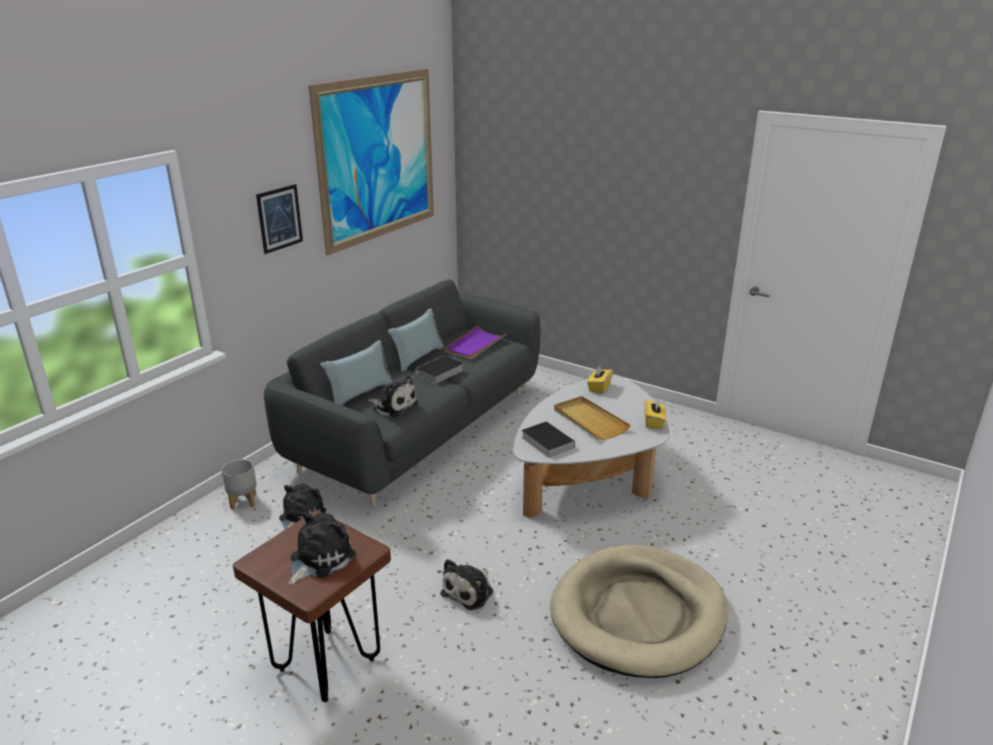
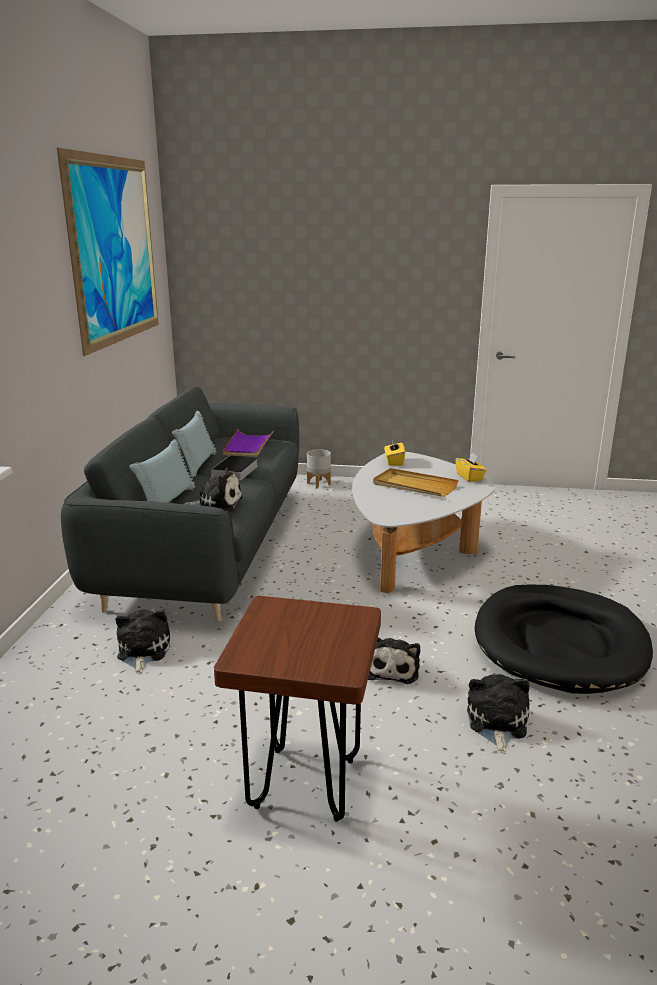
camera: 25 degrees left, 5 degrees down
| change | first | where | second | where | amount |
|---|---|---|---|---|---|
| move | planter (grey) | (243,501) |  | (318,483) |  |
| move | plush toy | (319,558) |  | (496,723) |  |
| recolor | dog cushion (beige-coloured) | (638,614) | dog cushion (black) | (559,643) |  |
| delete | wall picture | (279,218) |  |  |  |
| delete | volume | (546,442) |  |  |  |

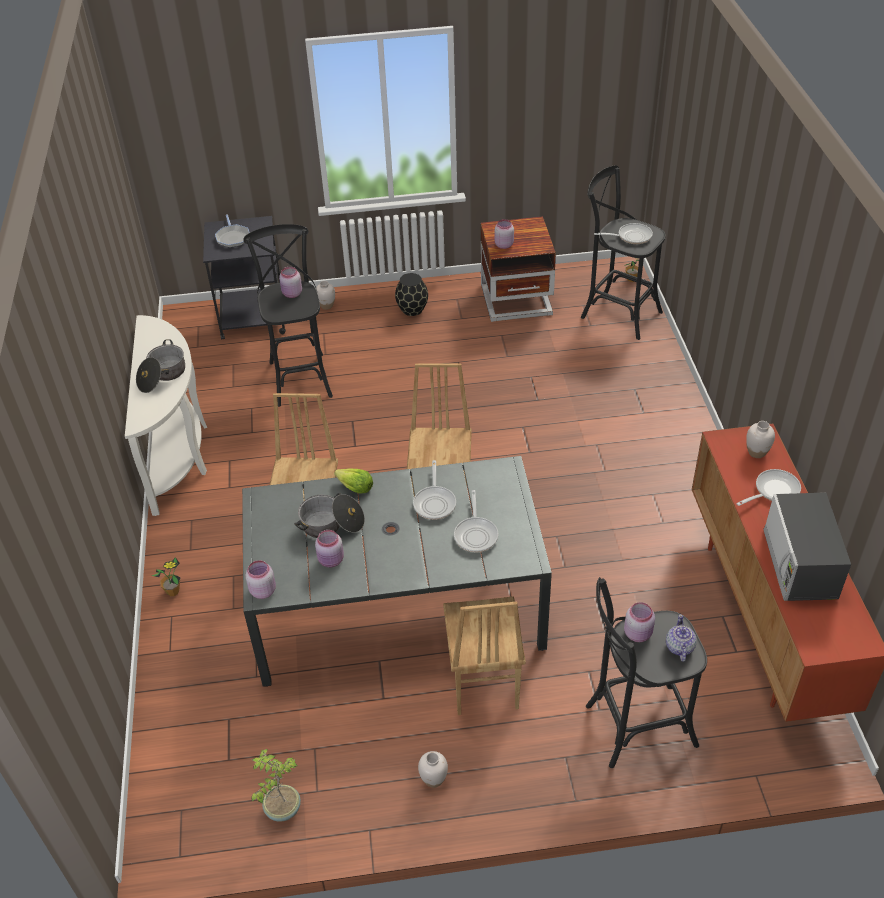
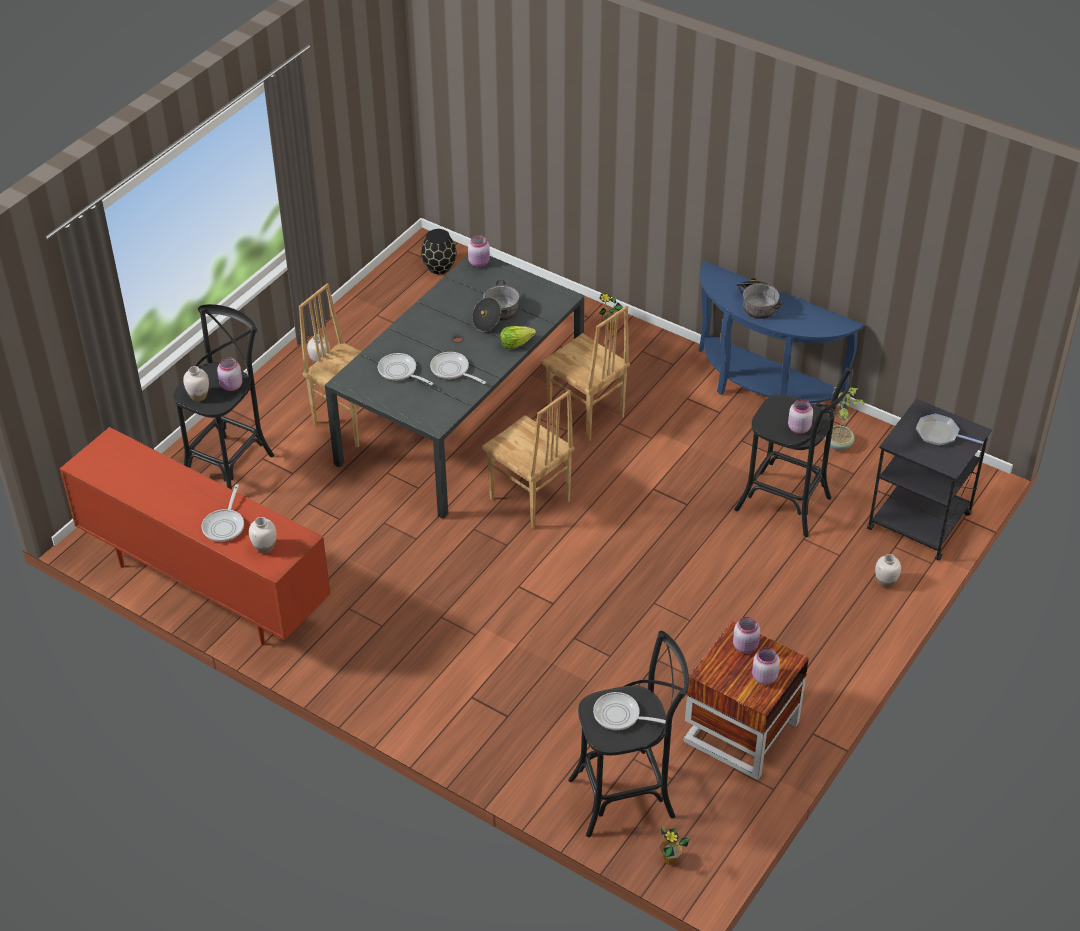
camera: 130 degrees right, 0 degrees up
| change | first | where | second | where | amount |
|---|---|---|---|---|---|
| replace | tea pot | (679,647) | flower vase (whitish) | (198,396) |  |
| move | flower vase (black) | (412,309) |  | (439,267) |  |
| rotate | frying pan | (631,237) |  | (620,716) | 75 degrees clockwise |
| recolor | hall table (whitish) | (179,453) | hall table (bluish) | (761,391) |  |
| move | jar (pinkish) | (331,560) |  | (763,677) |  |
| move | plant in a pot | (282,808) |  | (839,444) |  |
| delete | kitchen microwave | (800,565) |  |  |  |

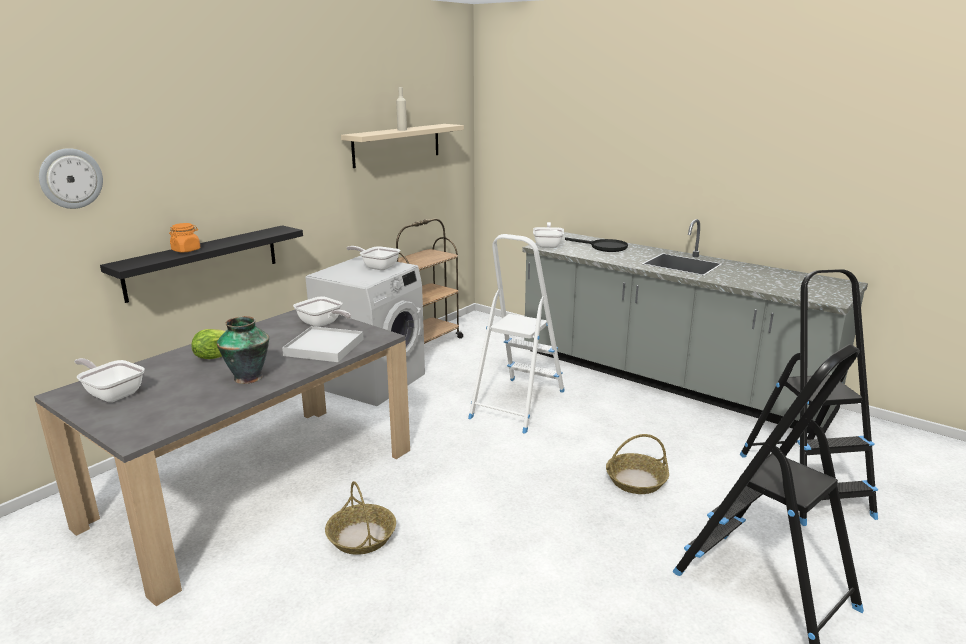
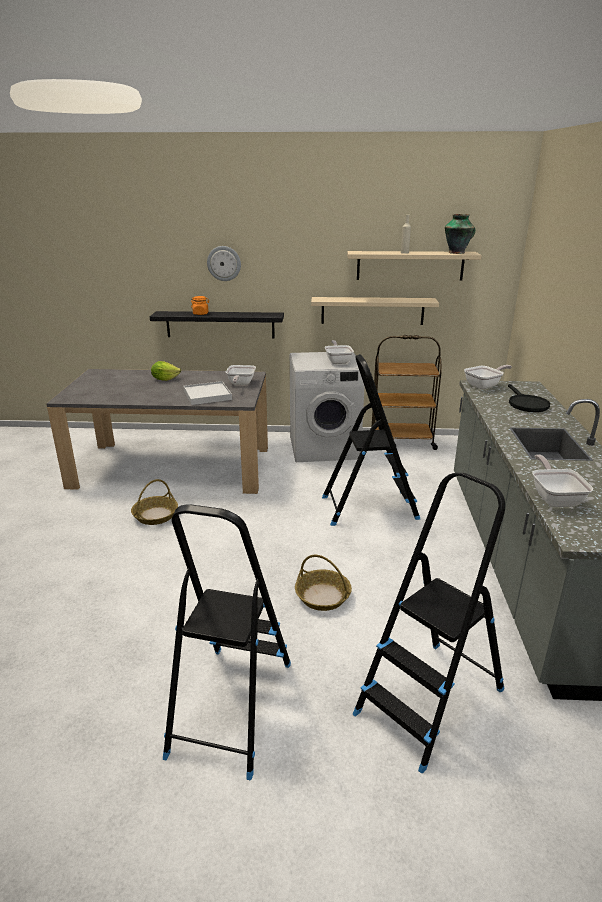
camera: 55 degrees right, 5 degrees up
| change | first | where | second | where | amount |
|---|---|---|---|---|---|
| move | hanging clock | (70,178) |  | (224,263) |  |
| insert |  |  | wall shelf (beige-coloured) | (372,310) |  |
| recolor | step ladder (whitish) | (518,403) | step ladder (black) | (370,507) |  |
| move | flower vase | (249,377) |  | (457,253) |  |
| move | frying pan | (112,393) |  | (554,498) |  |

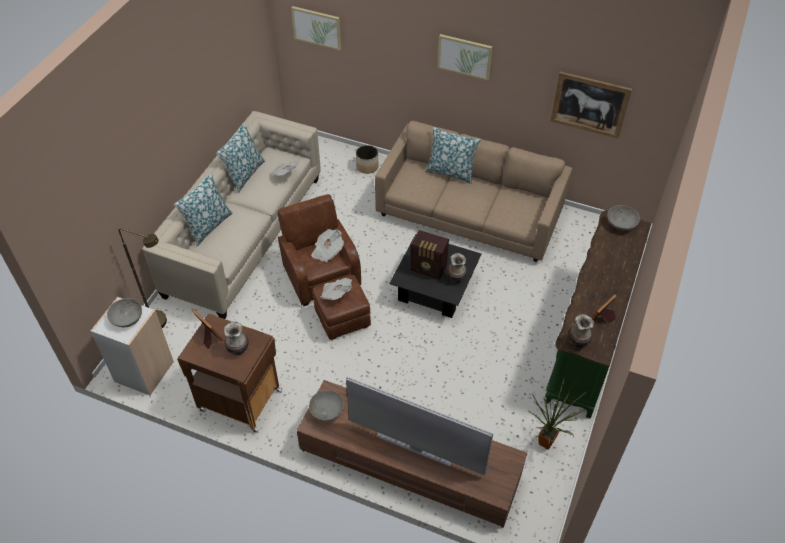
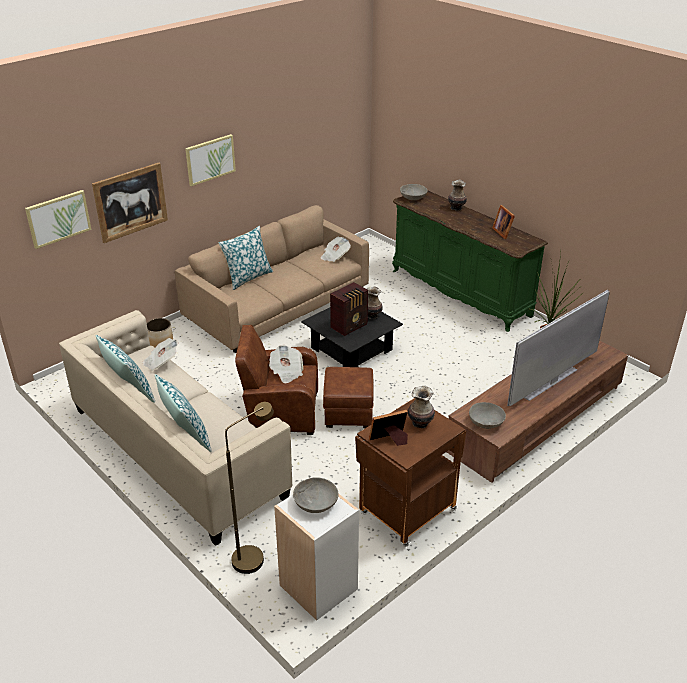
camera: 65 degrees left, 15 degrees down
| change | first | where | second | where | amount |
|---|---|---|---|---|---|
| move | wall picture | (589,104) |  | (130,202) |  |
| move | daily paper | (336,294) |  | (335,256) |  |
| move | flower vase | (578,342) |  | (456,208) |  |

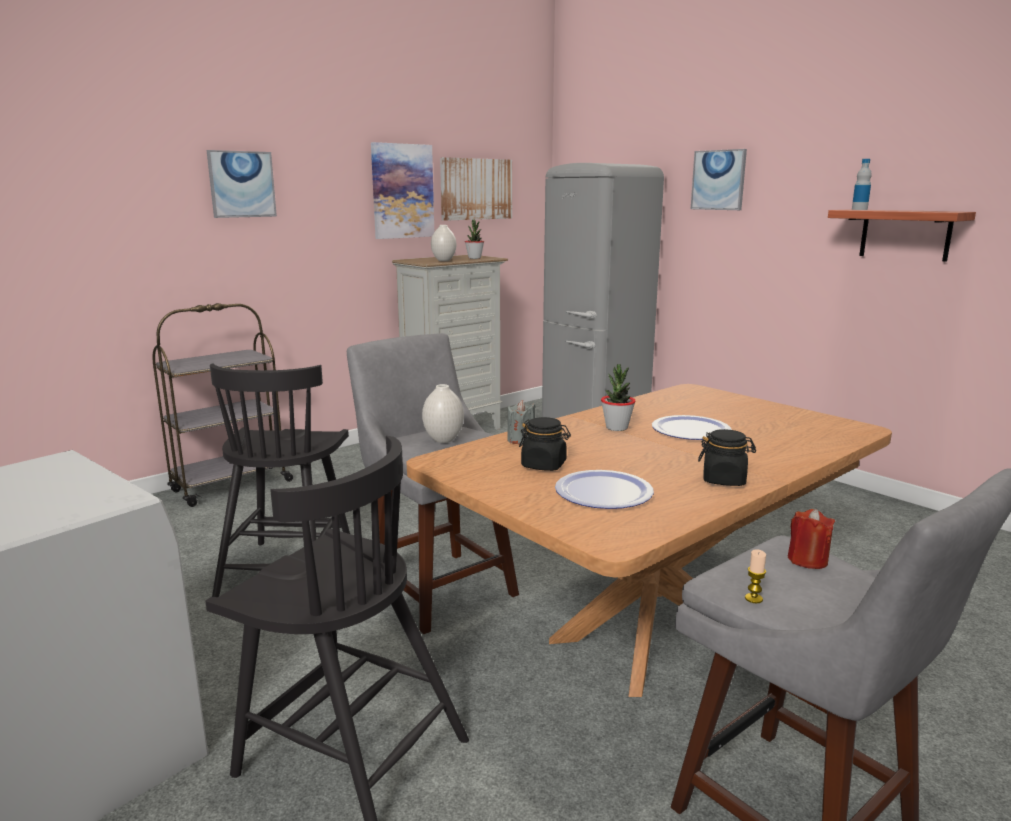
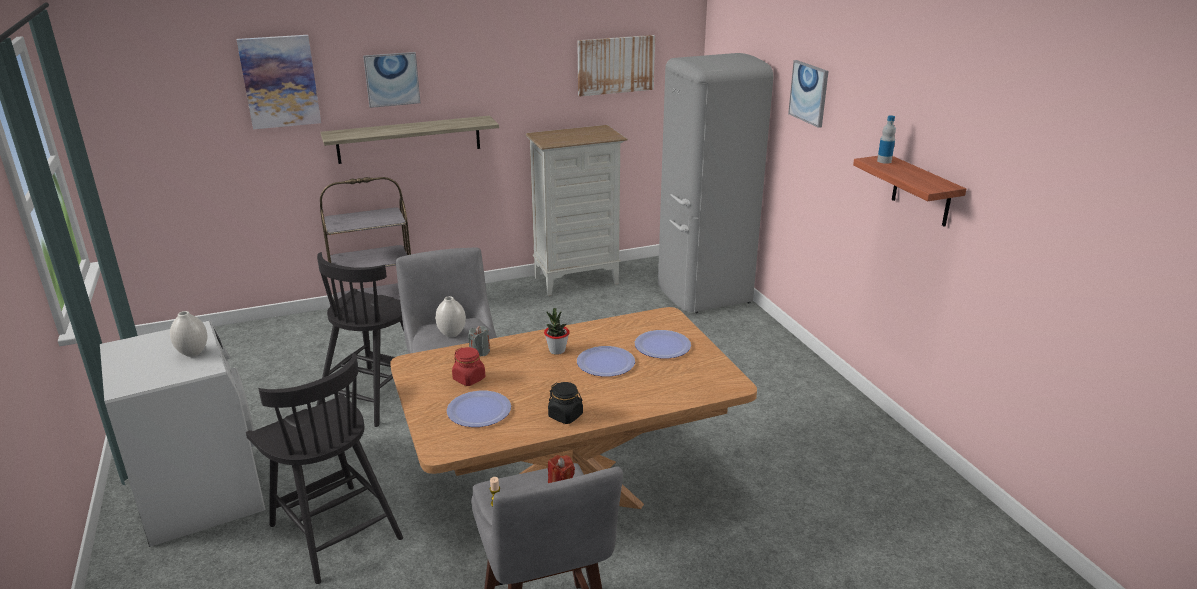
camera: 20 degrees right, 10 degrees up
| change | first | where | second | where | amount |
|---|---|---|---|---|---|
| move | flower vase (whitish) | (443,260) |  | (193,353) |  |
| move | wall picture | (402,191) |  | (280,81) |  |
| insert |  |  | wall shelf | (409,139) |  |
| recolor | jar (black) | (544,465) | jar (red-coloured) | (469,379) |  |
| insert |  |  | dinner plate | (662,346) |  |
| delete | plant in a pot | (474,258) |  |  |  |

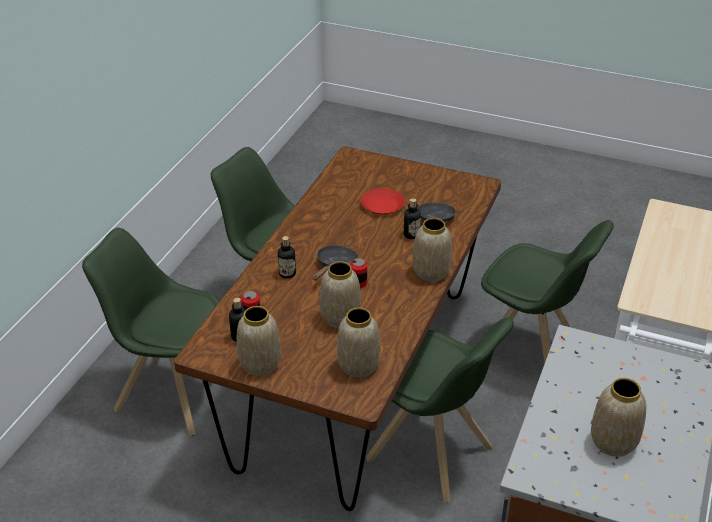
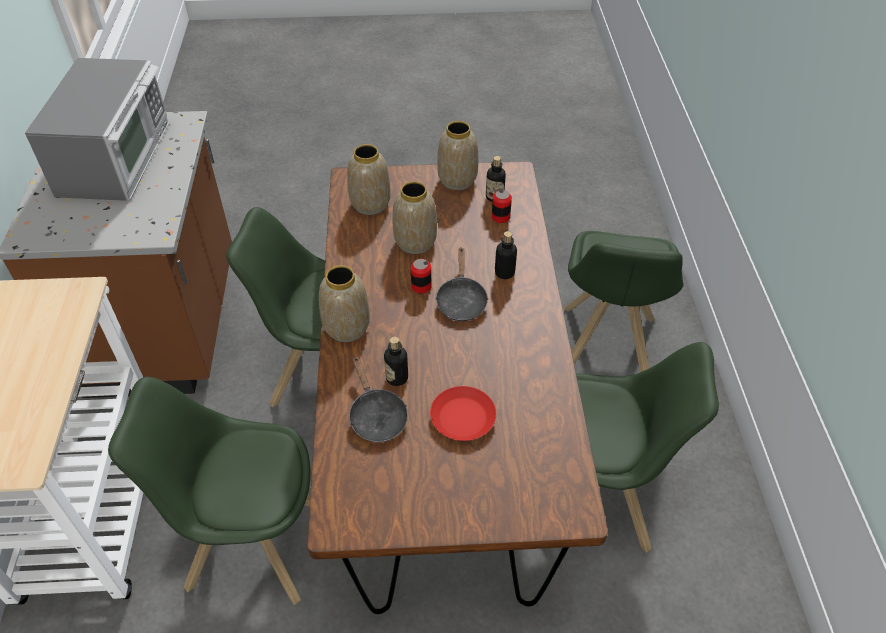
camera: 155 degrees right, 10 degrees up
| change | first | where | second | where | amount |
|---|---|---|---|---|---|
| replace | flower vase | (613,442) | kitchen microwave | (117,158) |  |
| rotate | plain chair (greenish) | (172,394) |  | (607,346) | 105 degrees clockwise |

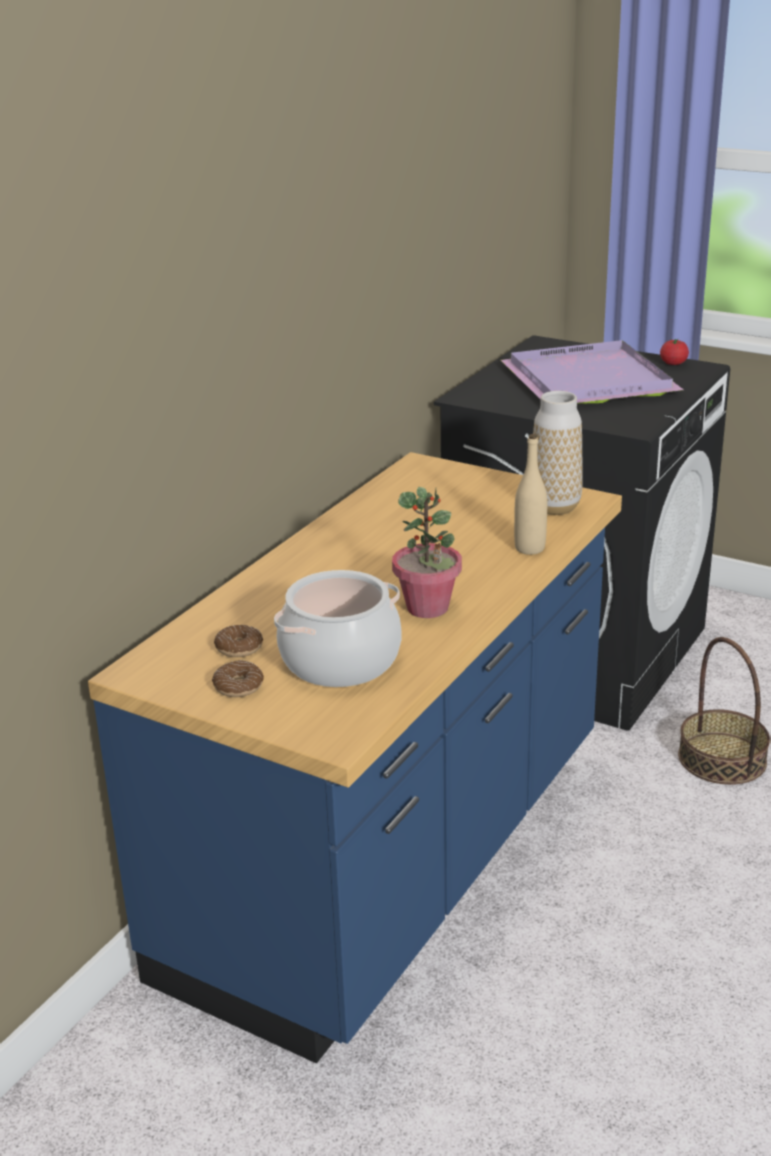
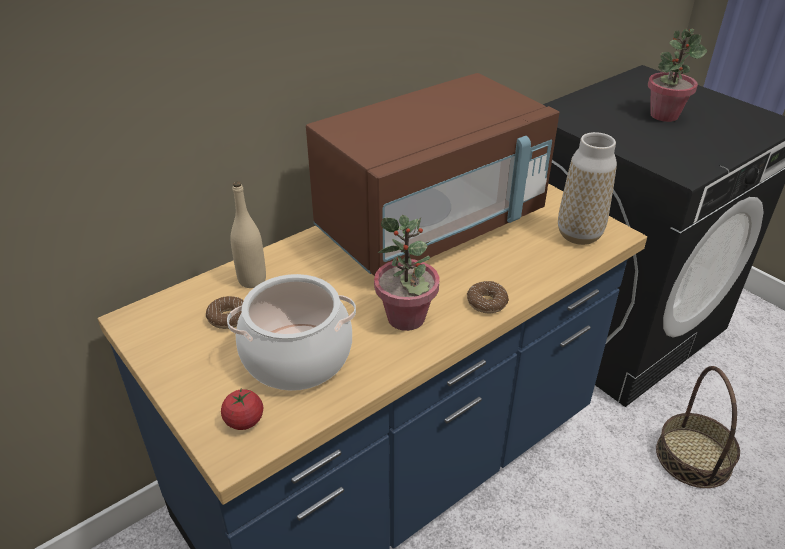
camera: 20 degrees right, 10 degrees up
| change | first | where | second | where | amount |
|---|---|---|---|---|---|
| move | whole tomato | (673,363) |  | (244,420) |  |
| move | bottle (beige-coloured) | (529,548) |  | (252,280) |  |
| insert |  |  | kitchen microwave (brown) | (431,225) |  |
| move | doughnut | (238,686) |  | (486,302) |  |
| replace | serving tray (purple-coloured) | (585,380) | plant in a pot | (664,115) |  |

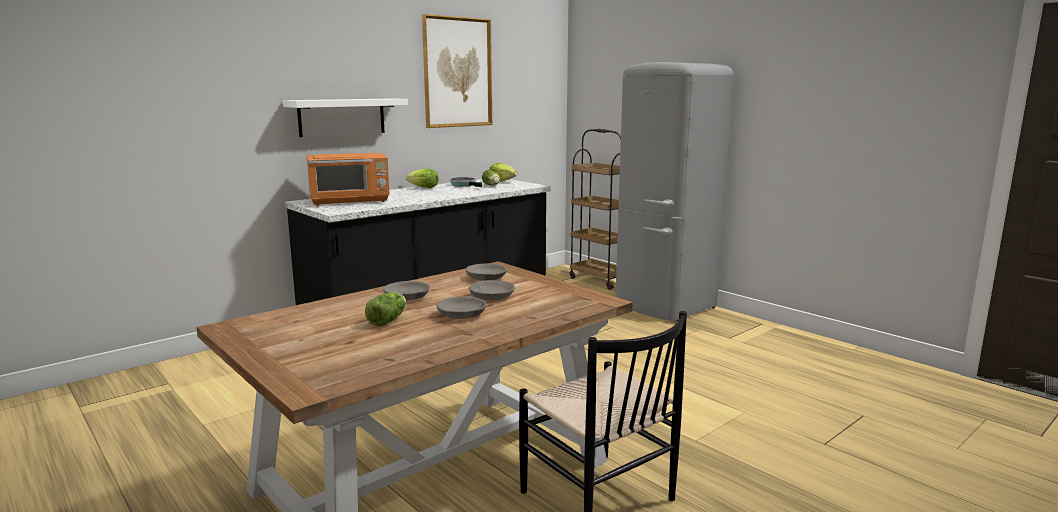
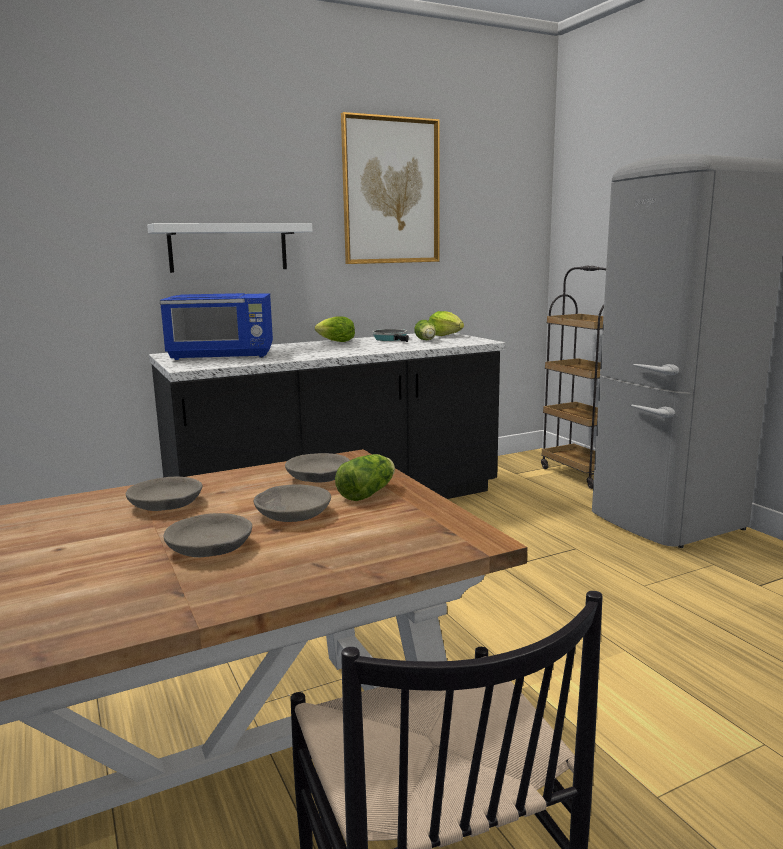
camera: 15 degrees right, 0 degrees up
| change | first | where | second | where | amount |
|---|---|---|---|---|---|
| recolor | kitchen microwave (orange) | (350,201) | kitchen microwave (bluish) | (223,355) |  |
| move | head of lettuce | (389,320) |  | (369,493) |  |

